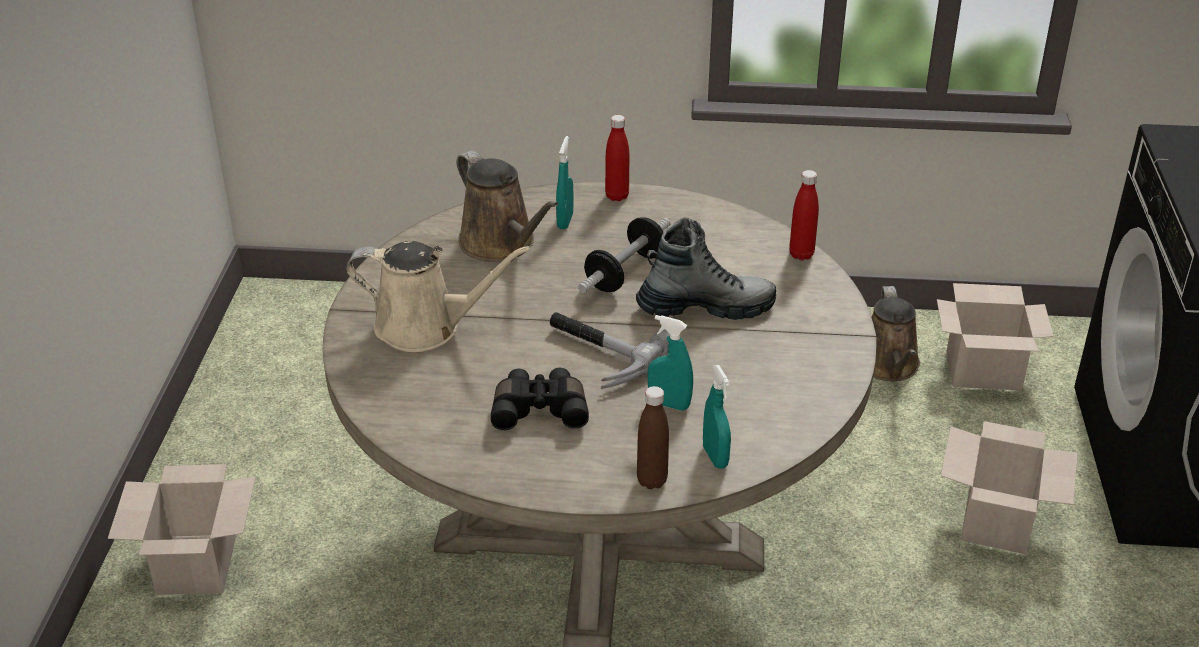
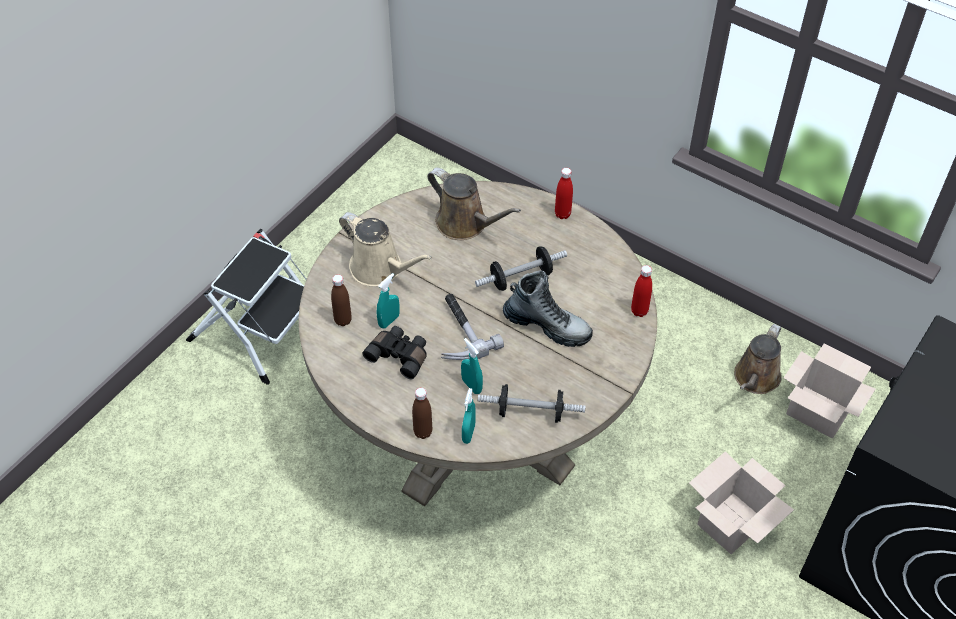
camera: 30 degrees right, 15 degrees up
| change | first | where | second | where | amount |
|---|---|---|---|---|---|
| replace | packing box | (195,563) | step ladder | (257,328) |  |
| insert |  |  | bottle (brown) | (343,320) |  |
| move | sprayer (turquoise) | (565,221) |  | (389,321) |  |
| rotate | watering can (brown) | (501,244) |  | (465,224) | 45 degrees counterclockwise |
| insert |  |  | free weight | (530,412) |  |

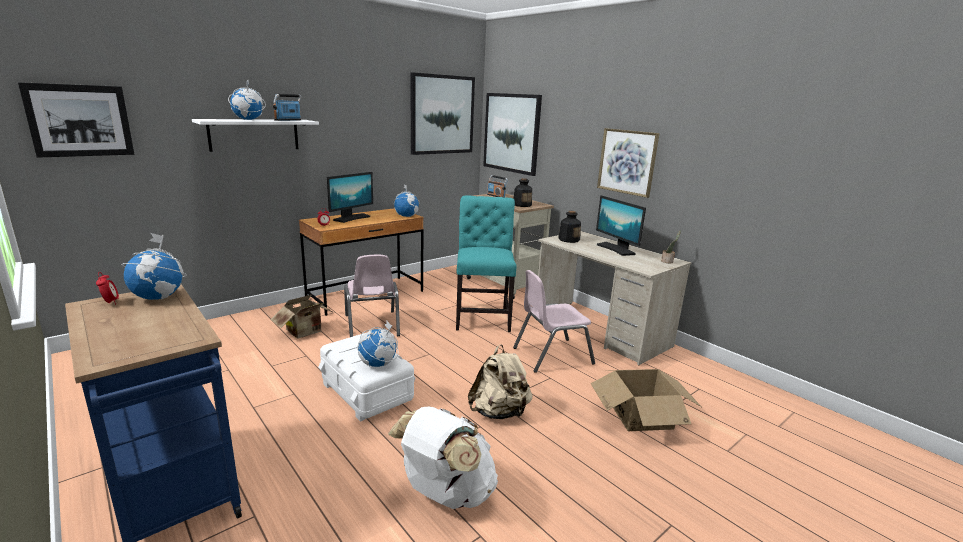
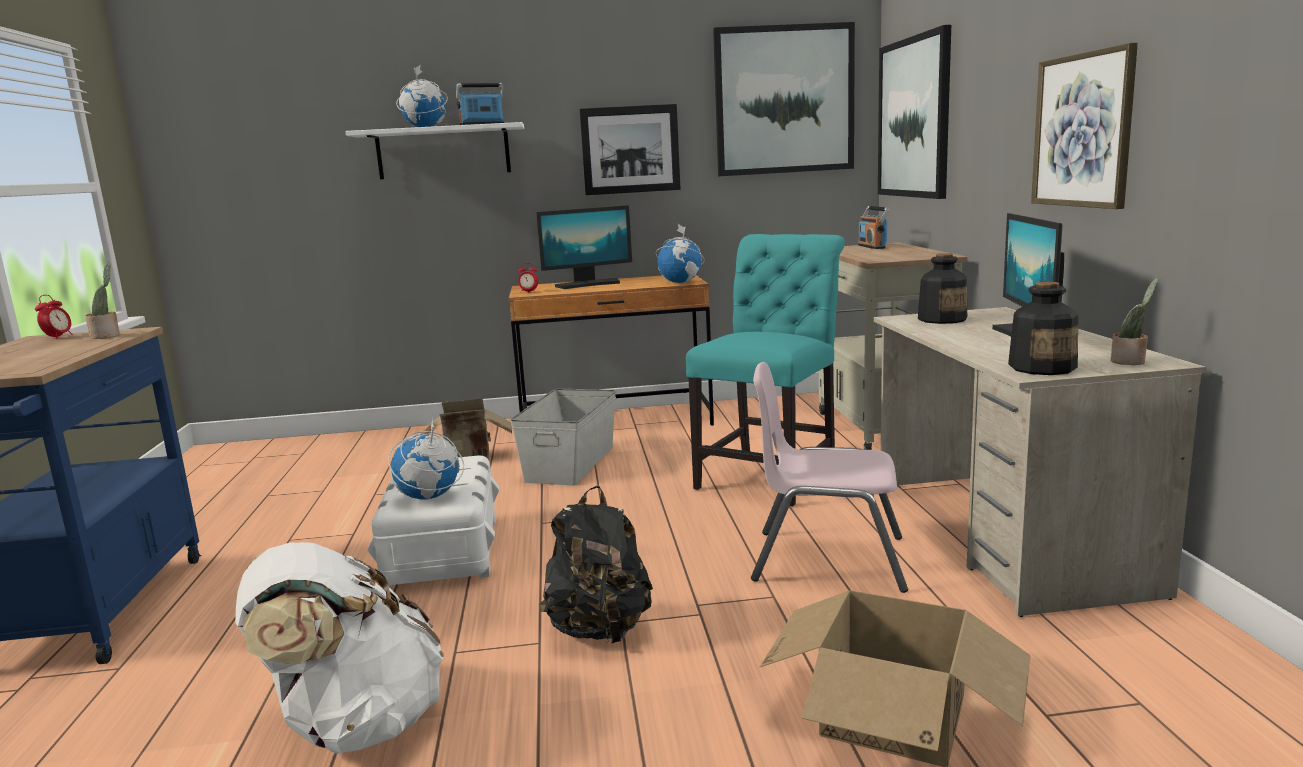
camera: 35 degrees right, 5 degrees down
| change | first | where | second | where | amount |
|---|---|---|---|---|---|
| replace | world globe | (159,297) | plant in a pot | (107,336) |  |
| replace | plain chair (pinkish) | (372,325) | storage bin (grey) | (569,464) |  |
| recolor | rucksack (beige-coloured) | (499,412) | rucksack (black) | (600,630) |  |
| move | wall picture | (80,120) |  | (630,149) |  |
| move | bottle | (522,205) |  | (1042,368) |  |

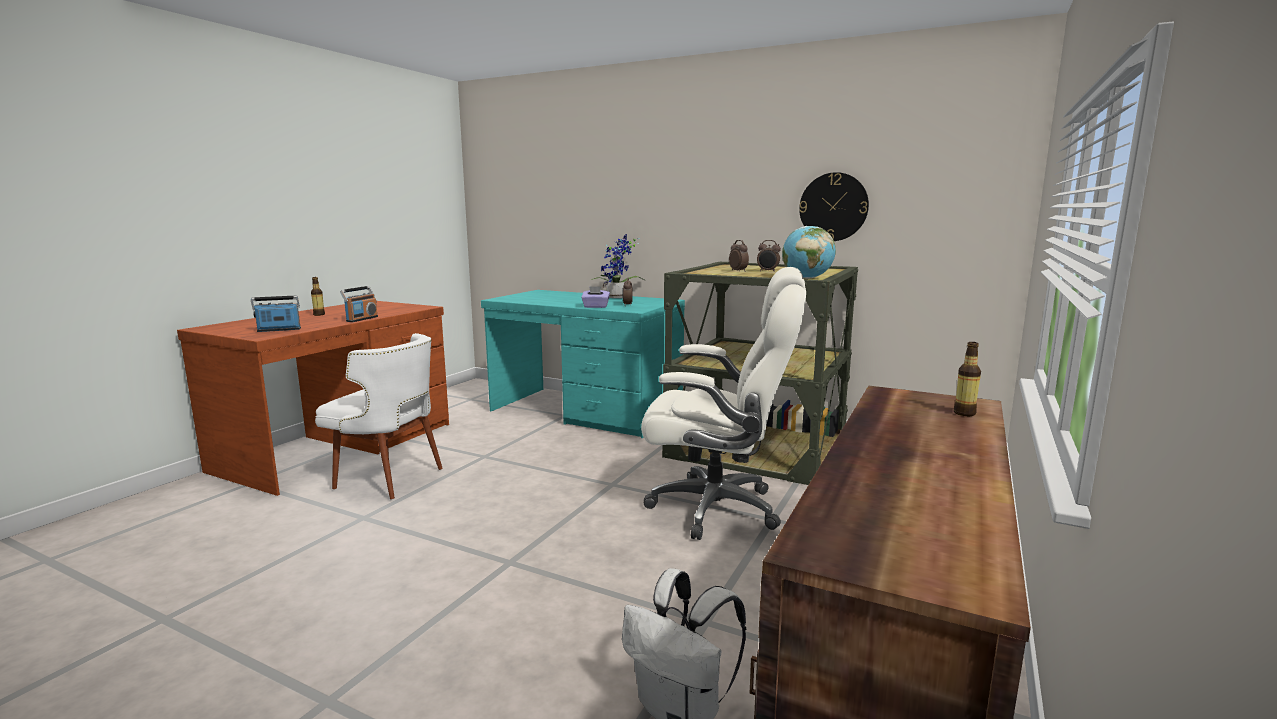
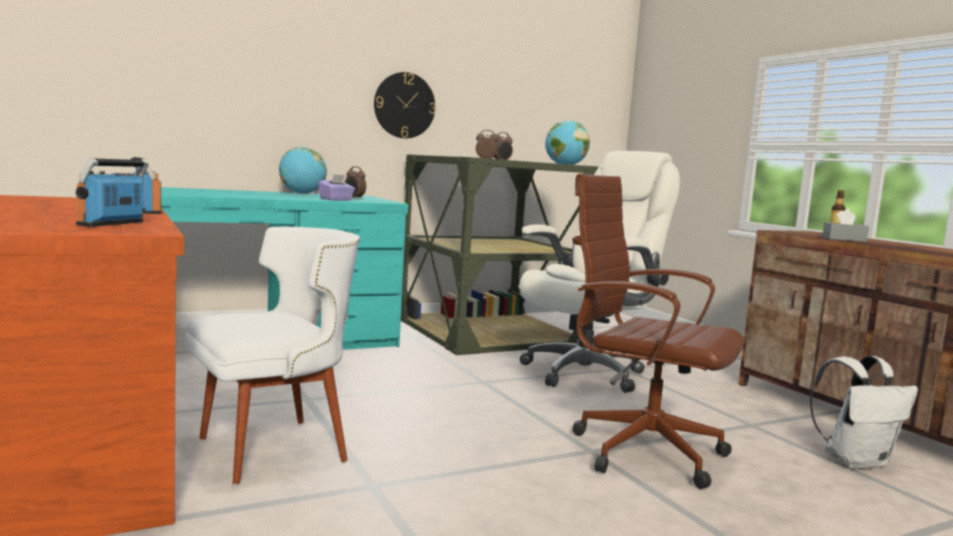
camera: 55 degrees left, 5 degrees down
| change | first | where | second | where | amount |
|---|---|---|---|---|---|
| replace | plant in a pot | (617,298) | world globe | (302,194) |  |
| move | hanging clock | (833,207) |  | (404,105) |  |
| insert |  |  | computer chair (brown) | (640,451) |  |
| insert |  |  | box of tissues (grey) | (844,239) |  |
| delete | bottle | (319,314) |  |  |  |

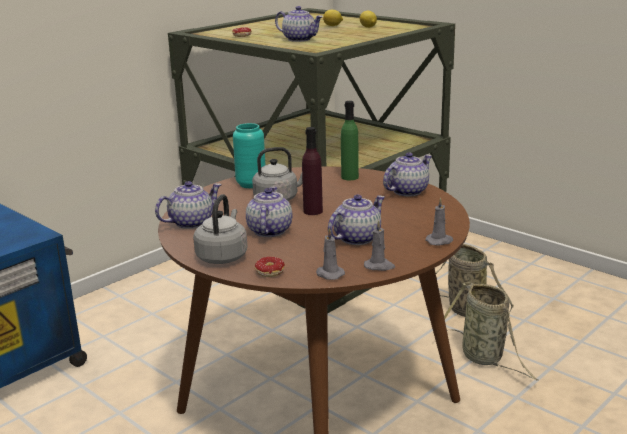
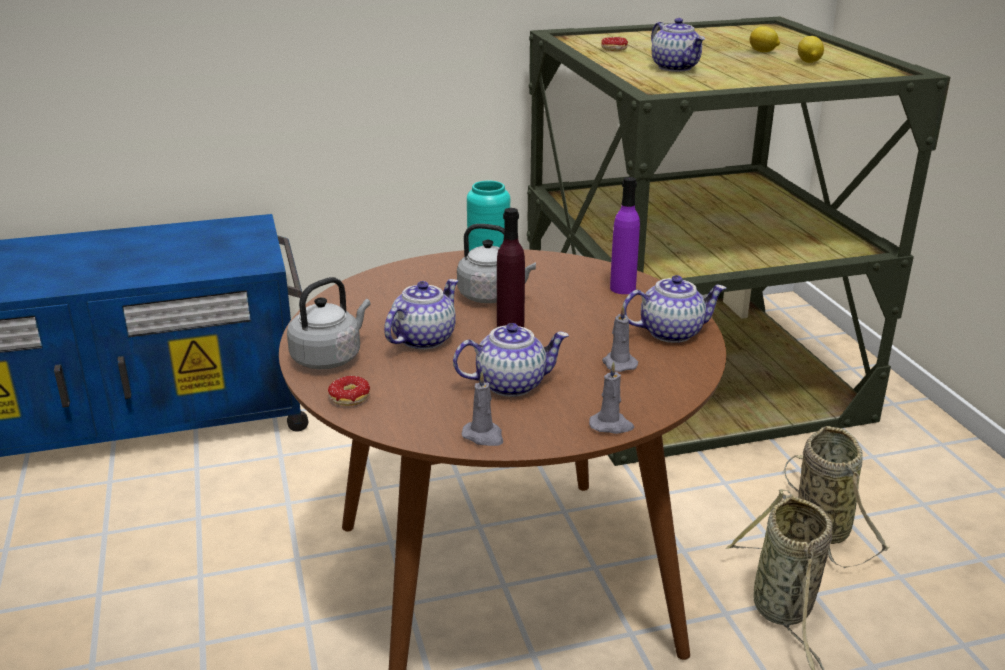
camera: 30 degrees right, 5 degrees up
| change | first | where | second | where | amount |
|---|---|---|---|---|---|
| move | wax candle (grey) | (329,274) |  | (618,363) |  |
| recolor | bottle (greenish) | (349,177) | bottle (purple-coloured) | (622,288) |  |
| delete | tea pot | (191,222) |  |  |  |

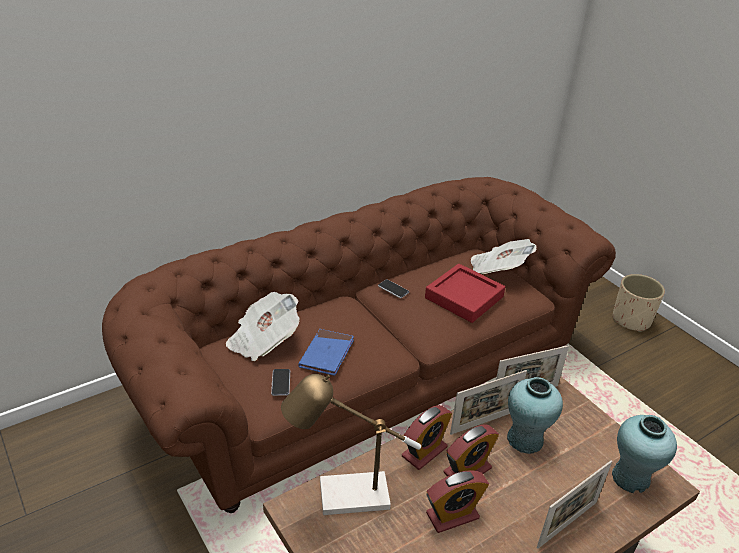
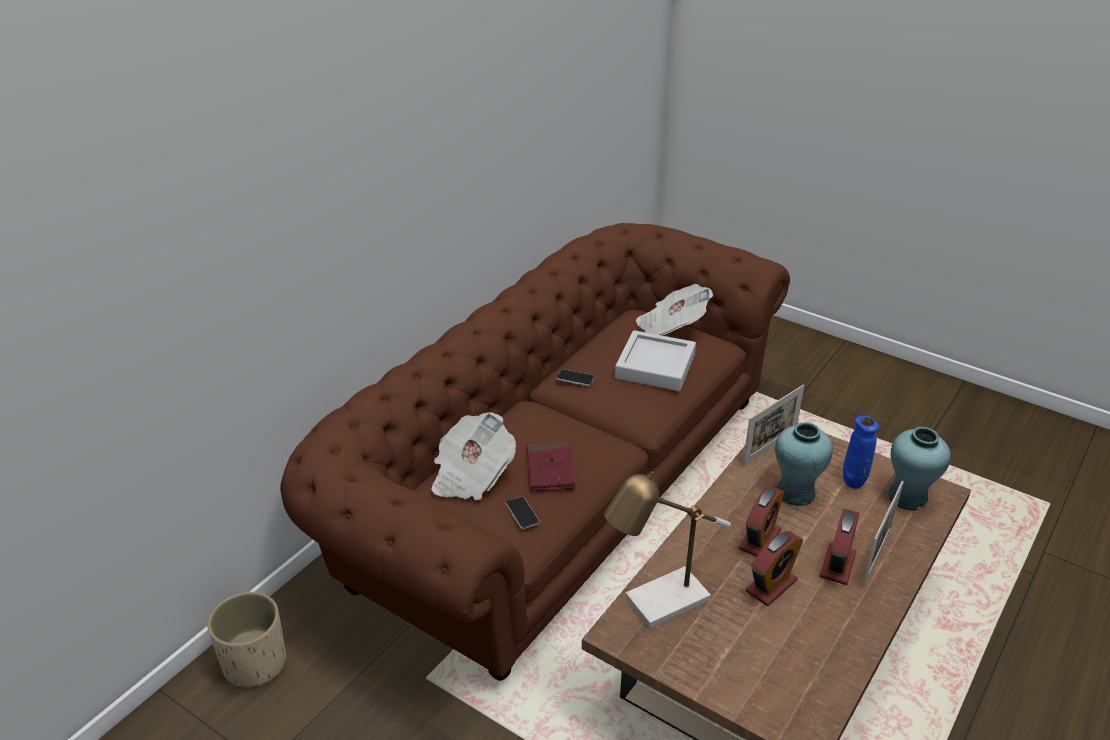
camera: 20 degrees left, 0 degrees up
| change | first | where | second | where | amount |
|---|---|---|---|---|---|
| move | planter (beige-coloured) | (631,320) |  | (255,664) |  |
| recolor | volume (bluish) | (326,354) | volume (red-coloured) | (551,469) |  |
| recolor | serving tray (red-coloured) | (464,297) | serving tray (grey) | (655,366) |  |
| move | alarm clock | (424,452) |  | (837,565) |  |
| insert |  |  | flower vase (bluish) | (853,483) |  |
| delete | picture frame | (484,422) |  |  |  |

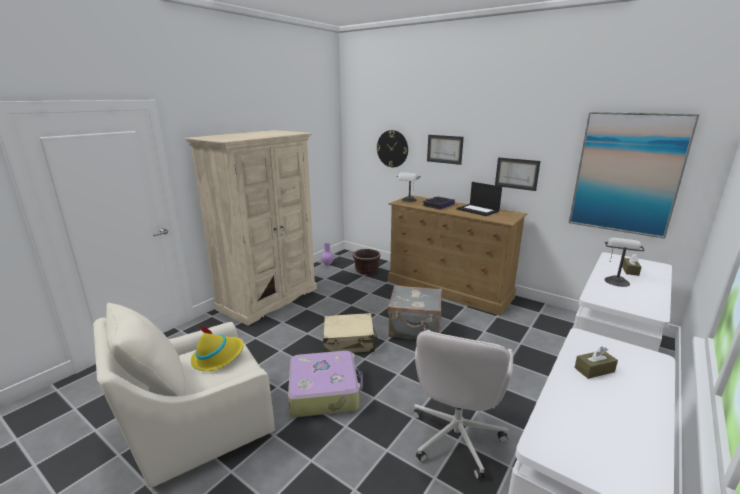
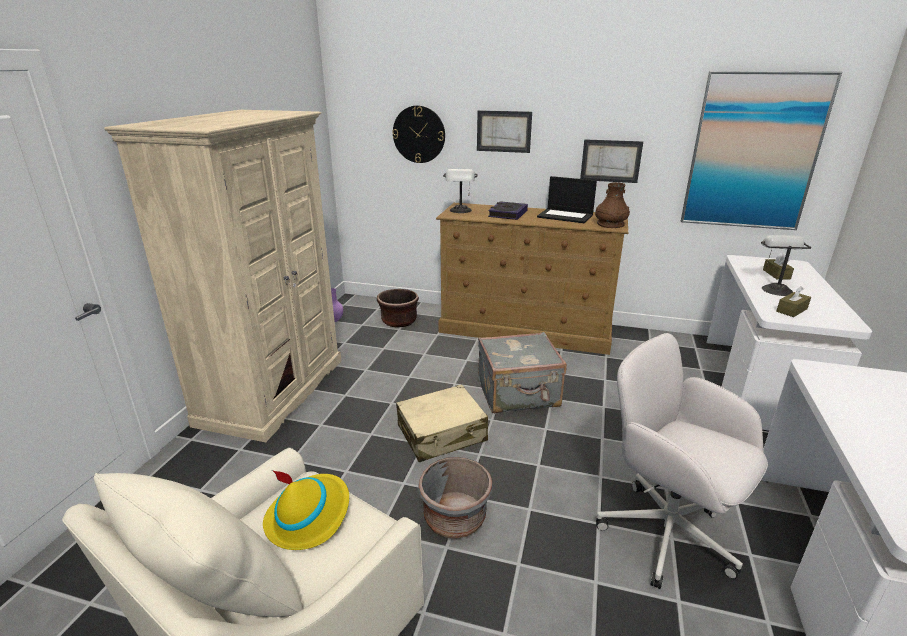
camera: 20 degrees left, 5 degrees up
| change | first | where | second | where | amount |
|---|---|---|---|---|---|
| replace | travel case | (324,391) | planter (grey) | (455,518) |  |
| insert |  |  | flower vase (brown) | (610,224) |  |
| rotate | computer chair (whitish) | (455,437) |  | (666,535) | 135 degrees clockwise |
| move | box of tissues (brown) | (594,370) |  | (791,310) |  |

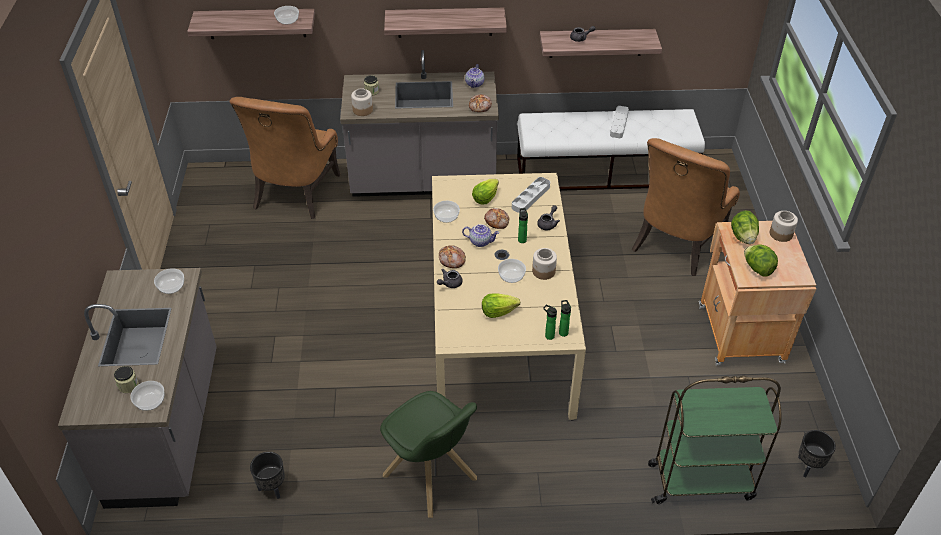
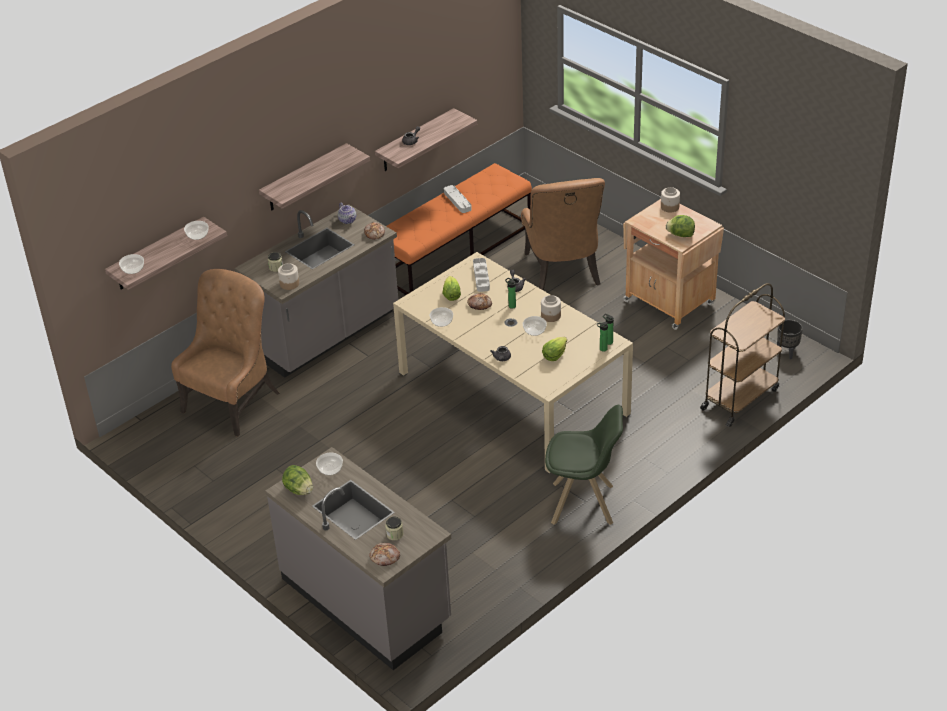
camera: 40 degrees left, 5 degrees down
| change | first | where | second | where | amount |
|---|---|---|---|---|---|
| move | deep dish | (149,401) |  | (132,269) |  |
| rotate | plain chair (brown) | (295,192) |  | (232,402) | 120 degrees counterclockwise |
| move | head of lettuce | (743,237) |  | (299,490) |  |
| move | bakery bread | (451,260) |  | (385,557) |  |
| recolor | long seat (whitish) | (605,172) | long seat (orange) | (456,250) |  |
| recolor | trolley (greenish) | (701,482) | trolley (brown) | (741,399) |  |
| delete | planter (black) | (273,488) |  |  |  |
| delete | tea pot | (480,241) |  |  |  |

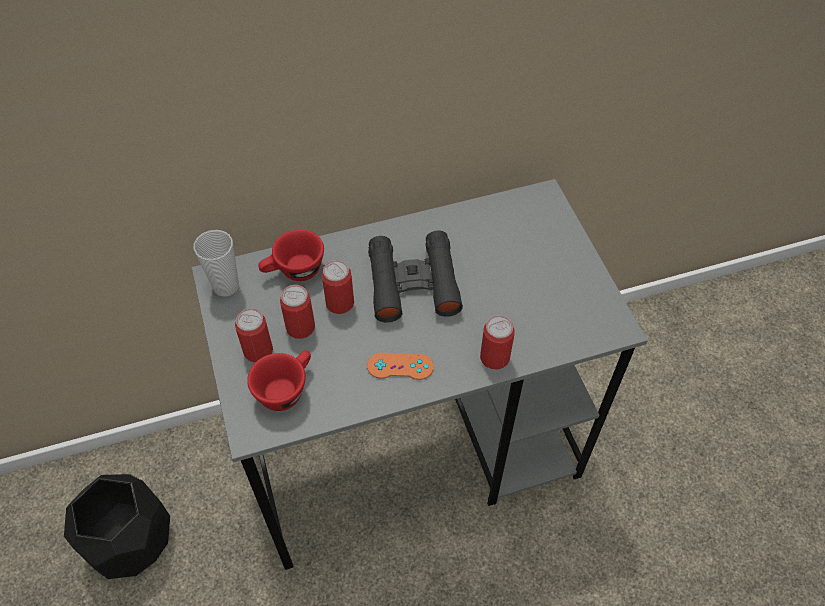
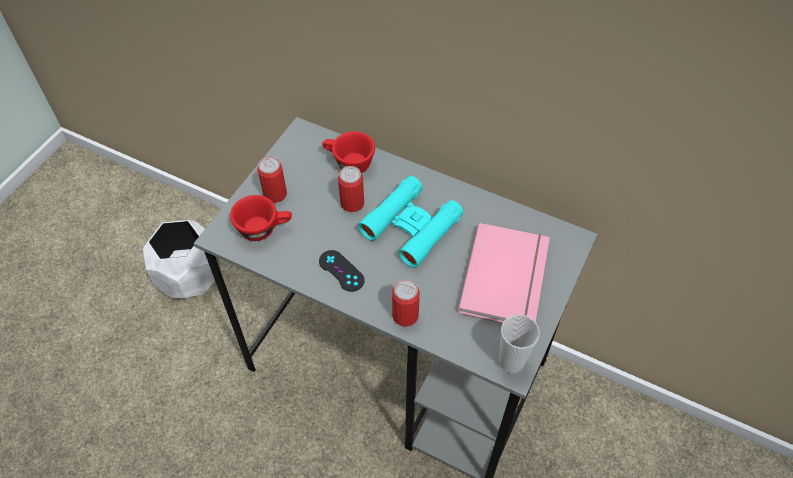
camera: 45 degrees right, 0 degrees up
| change | first | where | second | where | amount |
|---|---|---|---|---|---|
| recolor | planter (black) | (131,540) | planter (whitish) | (190,277) |  |
| recolor | gamepad (orange) | (400,366) | gamepad (black) | (341,271) |  |
| recolor | pair of binoculars (black) | (413,283) | pair of binoculars (turquoise) | (411,226) |  |
| insert |  |  | volume (pinkish) | (508,277) |  |
| move | small cup | (226,286) |  | (511,362) |  |
| delete | sealed can | (300,327) |  |  |  |

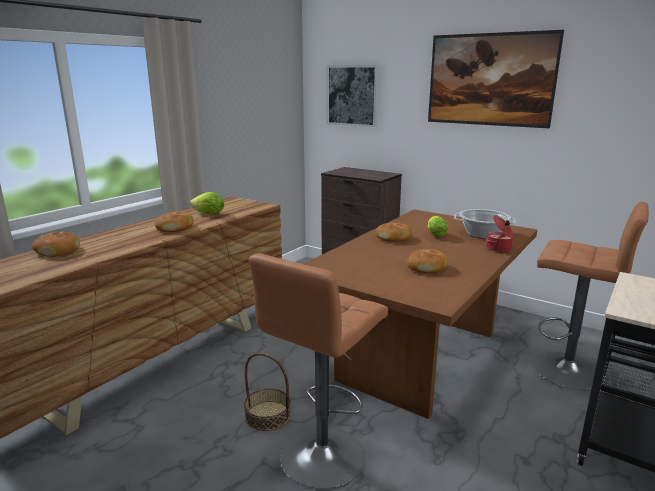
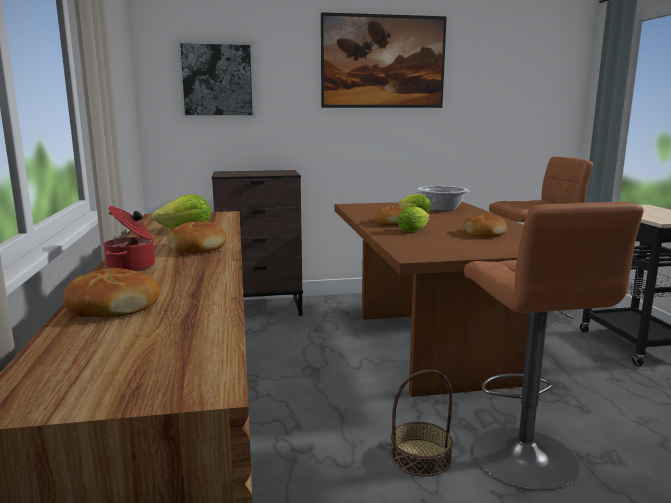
camera: 45 degrees left, 5 degrees down
| change | first | where | second | where | amount |
|---|---|---|---|---|---|
| move | stockpot | (499,248) |  | (132,267) |  |
| insert |  |  | head of lettuce | (414,230) |  |

